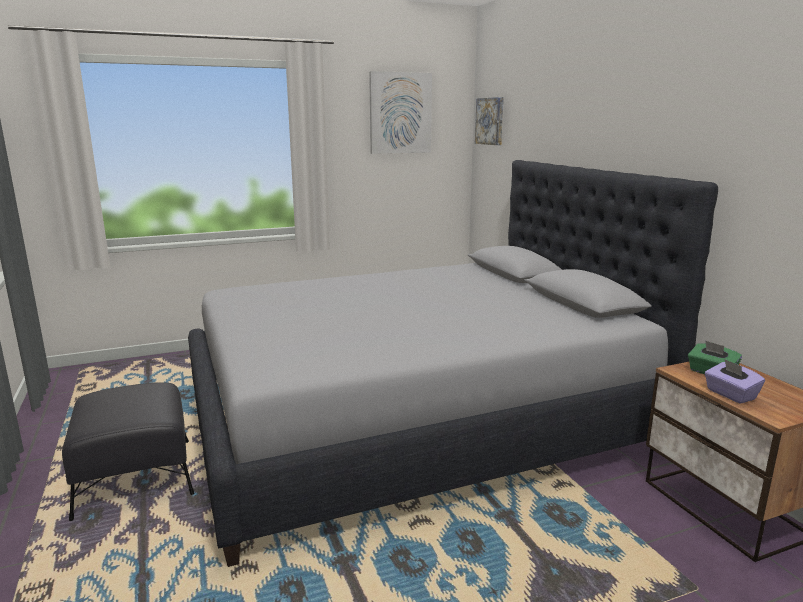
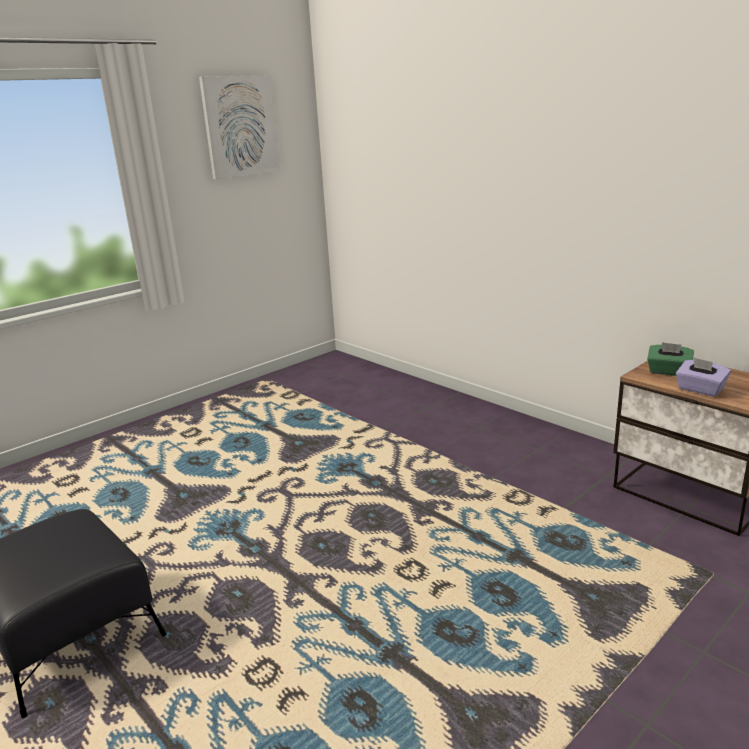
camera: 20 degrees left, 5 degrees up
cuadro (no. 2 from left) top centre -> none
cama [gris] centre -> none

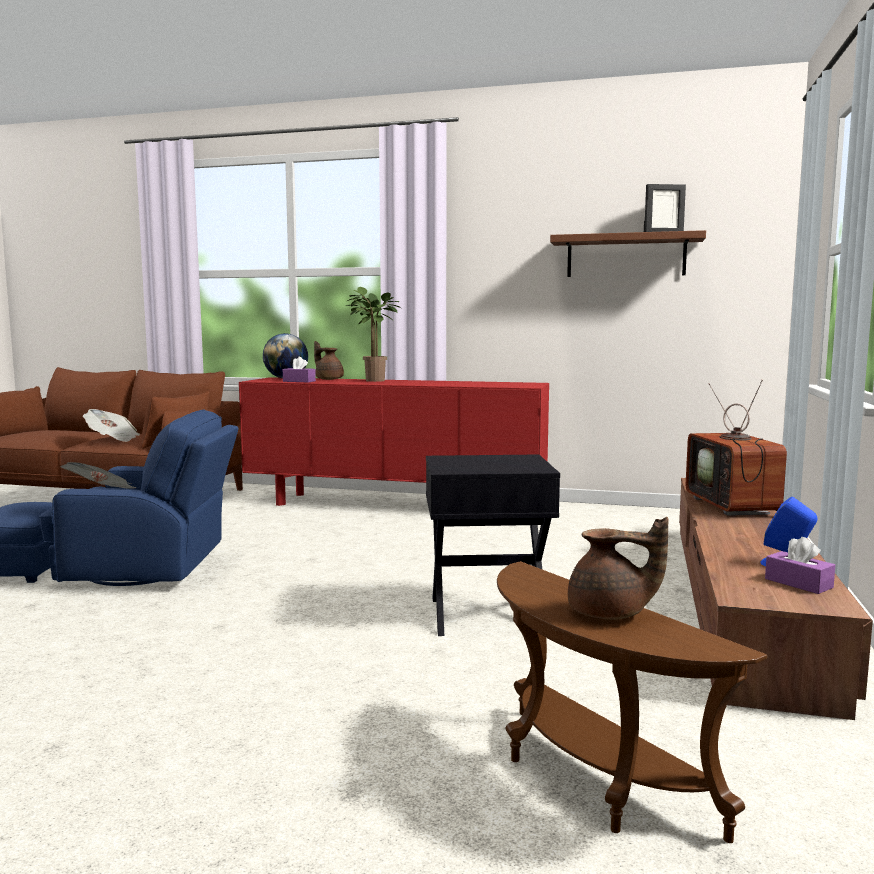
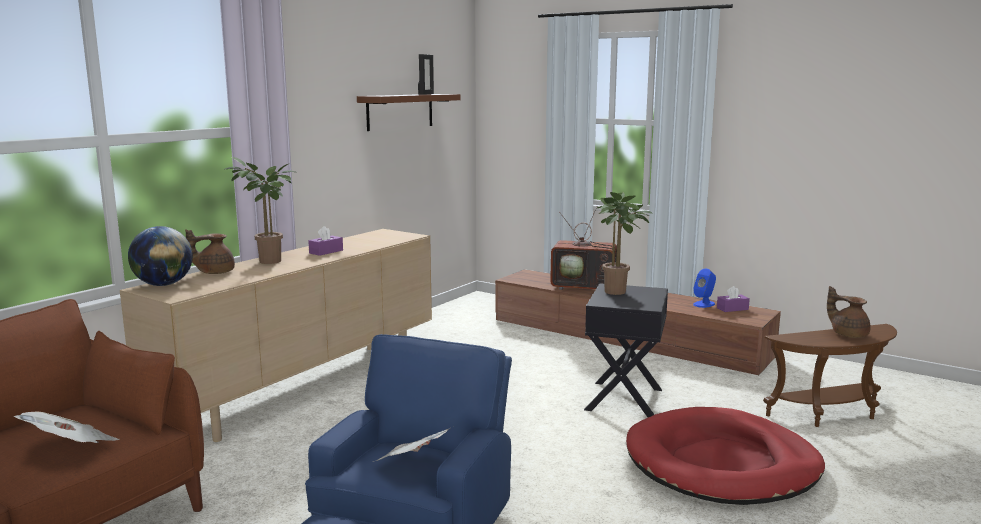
camera: 70 degrees left, 5 degrees up
caja de pañuelos [morado] (no. 1 from left) centre -> caja de pañuelos [morado] (no. 1 from left) middle left, shifted
armario [rojo] centre -> armario [beis] middle left
tetera [marrón] (no. 2 from left) middle right, 75 degrees counterclockwise
none -> planta en maceta (no. 2 from left) centre
none -> cama para perro [rojo] bottom right

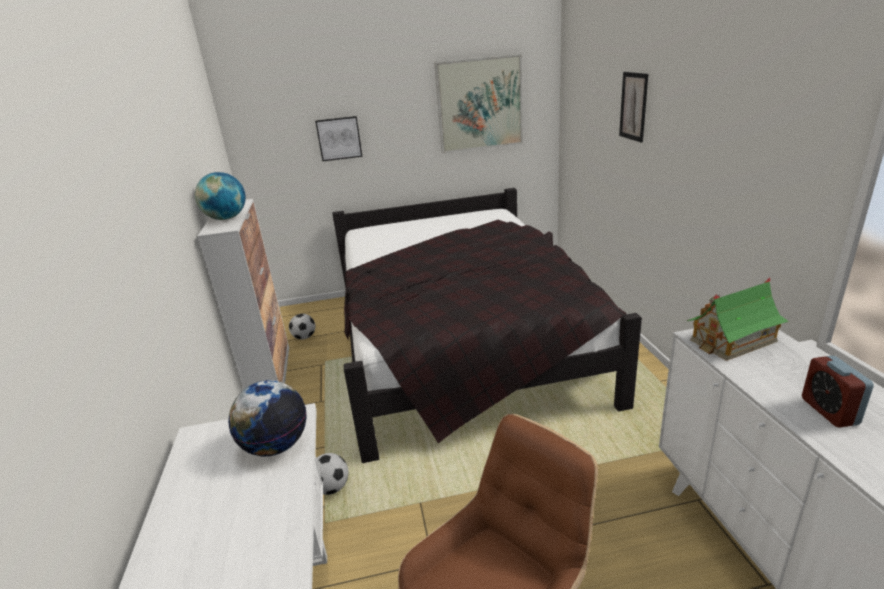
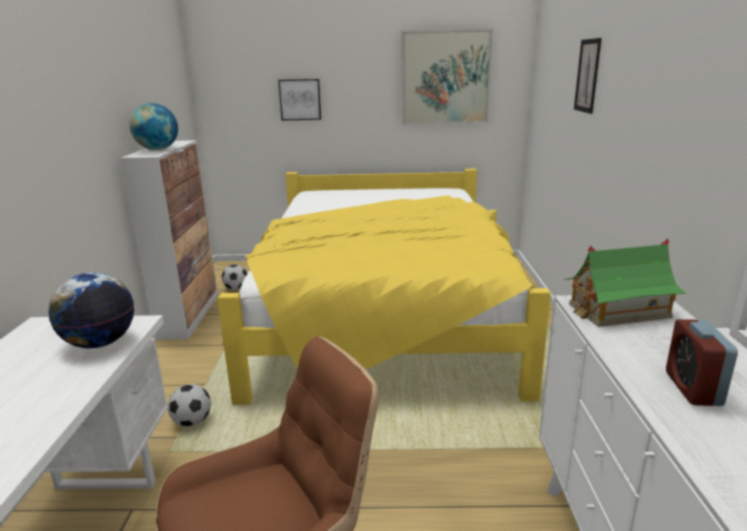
camera: 10 degrees right, 5 degrees down
cama [negro] centre -> cama [amarillo] centre

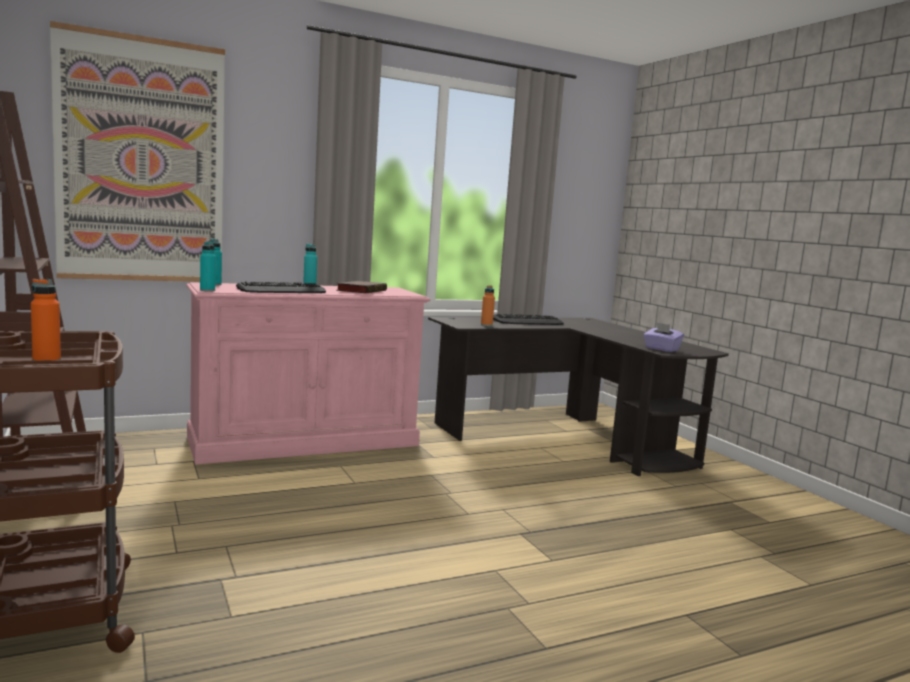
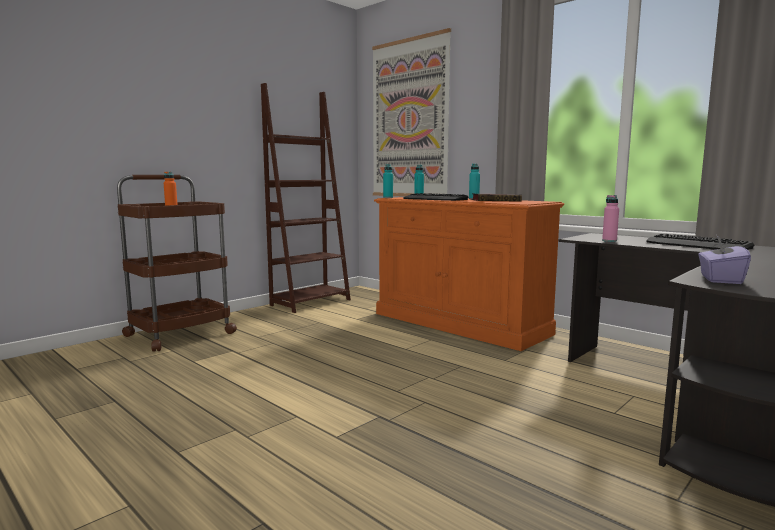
camera: 70 degrees right, 0 degrees up
armario [rosa] centre -> armario [naranja] centre
botella [naranja] (no. 2 from left) centre -> botella [rosa] middle right

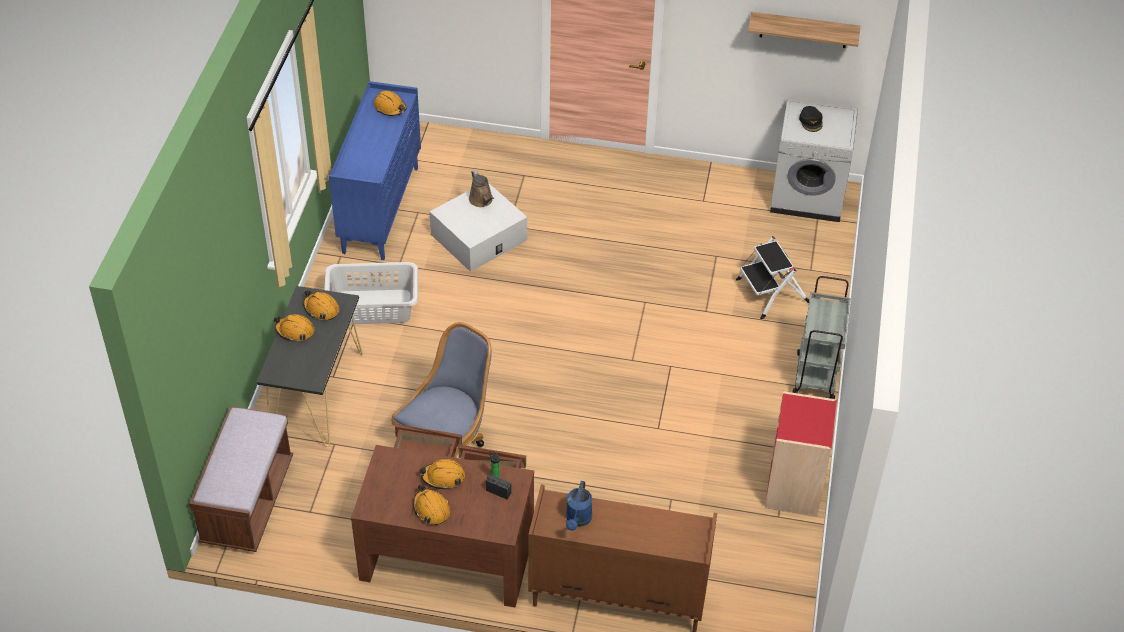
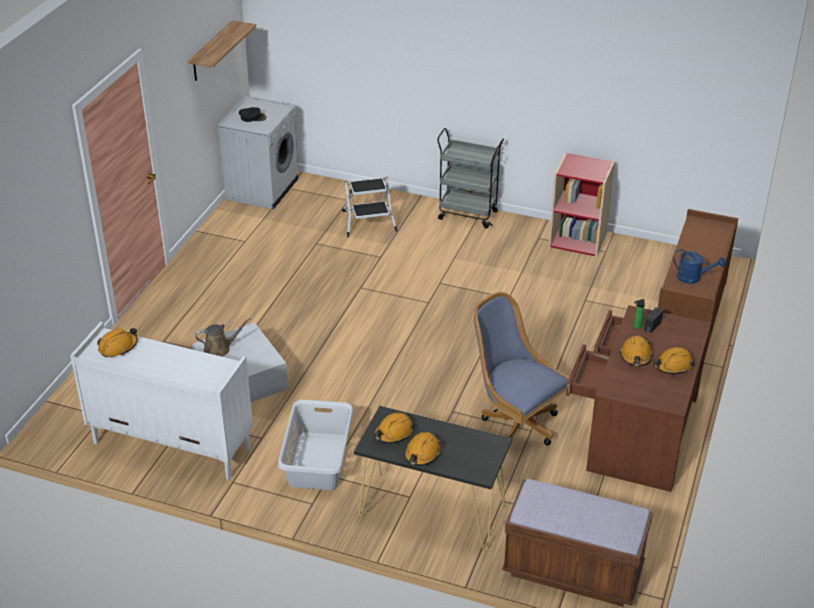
camera: 80 degrees left, 10 degrees down
armario [azul] top centre -> armario [blanco] middle left

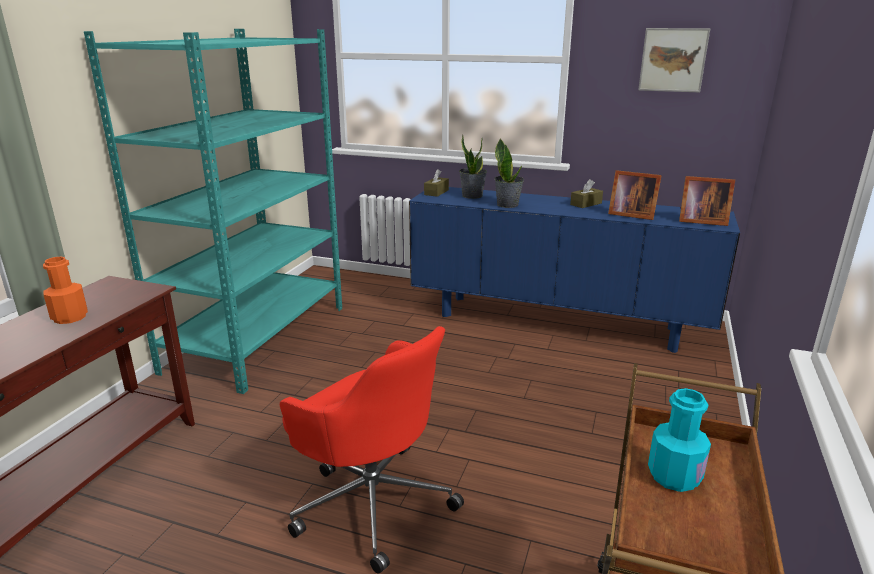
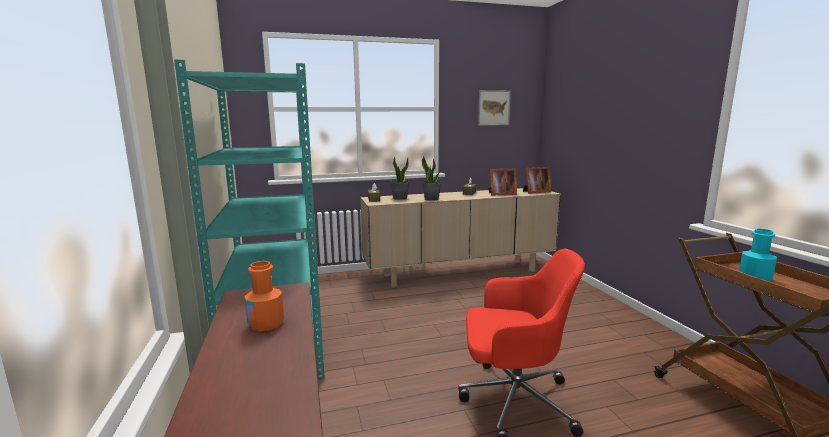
camera: 35 degrees left, 10 degrees down
armario [azul] centre -> armario [beis] centre

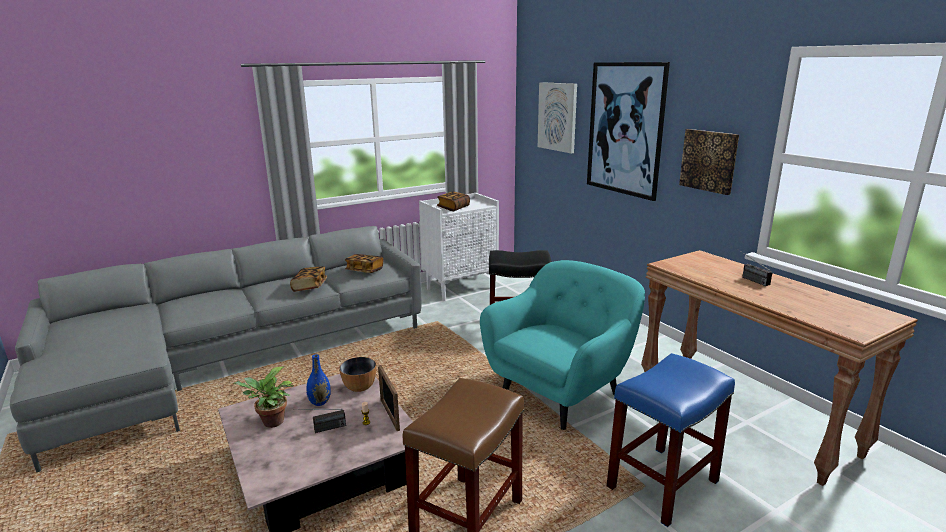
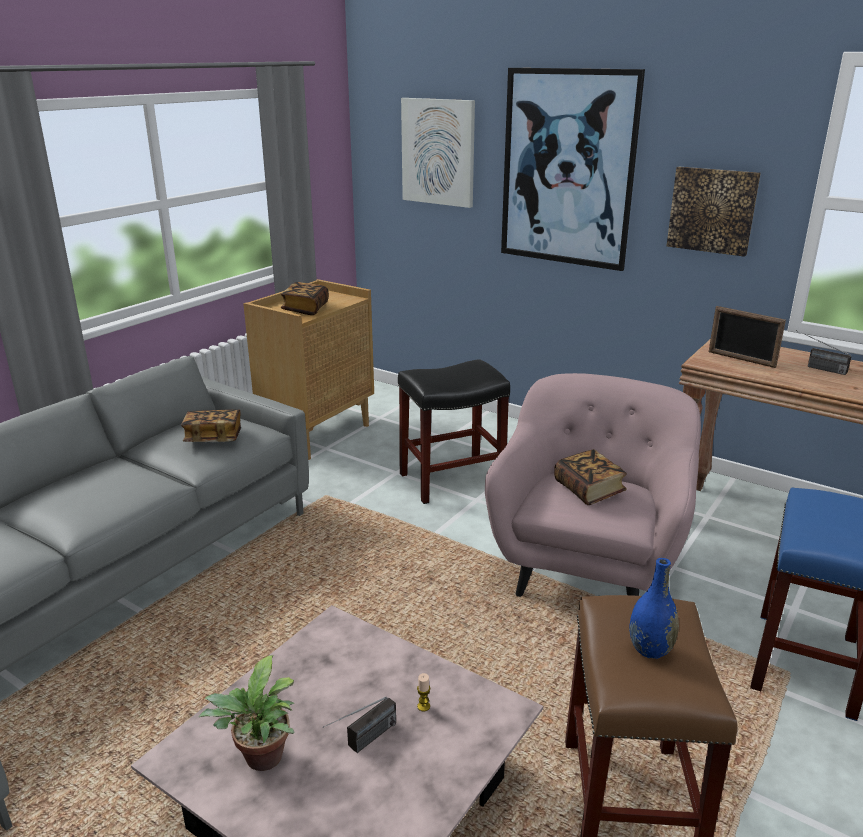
camera: 25 degrees left, 5 degrees up
armario [blanco] centre -> armario [marrón] centre
sillón [turquesa] centre -> sillón [rosa] middle right
libro (no. 1 from left in the first image) middle left -> libro (no. 3 from left) middle right, shifted
florero [azul] bottom centre -> florero [azul] bottom right, shifted
cuenco bottom centre -> none
portarretratos bottom centre -> portarretratos middle right, shifted

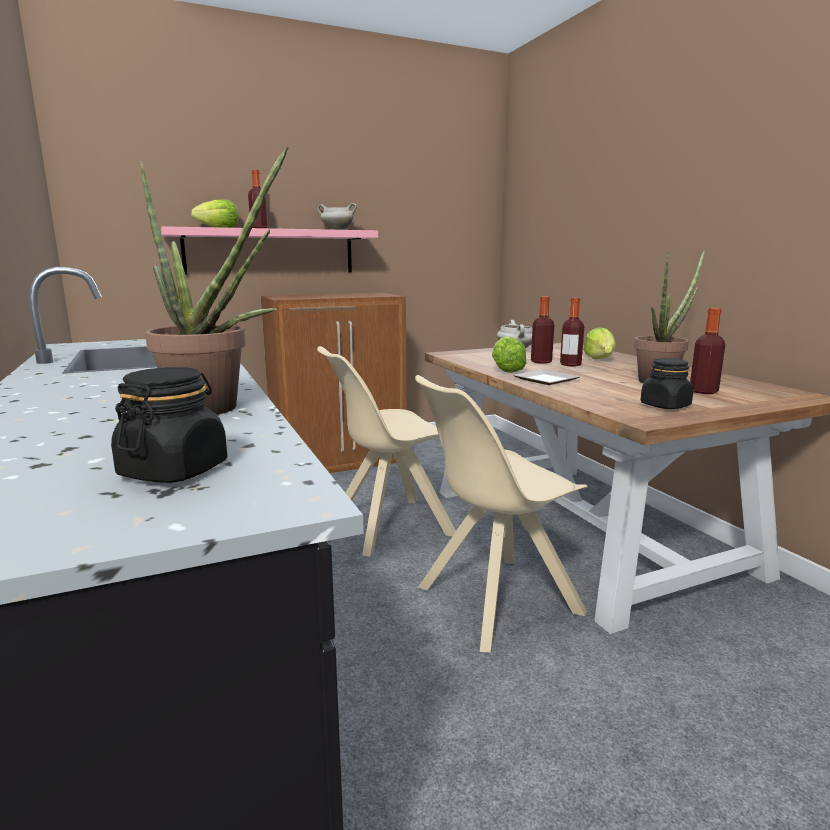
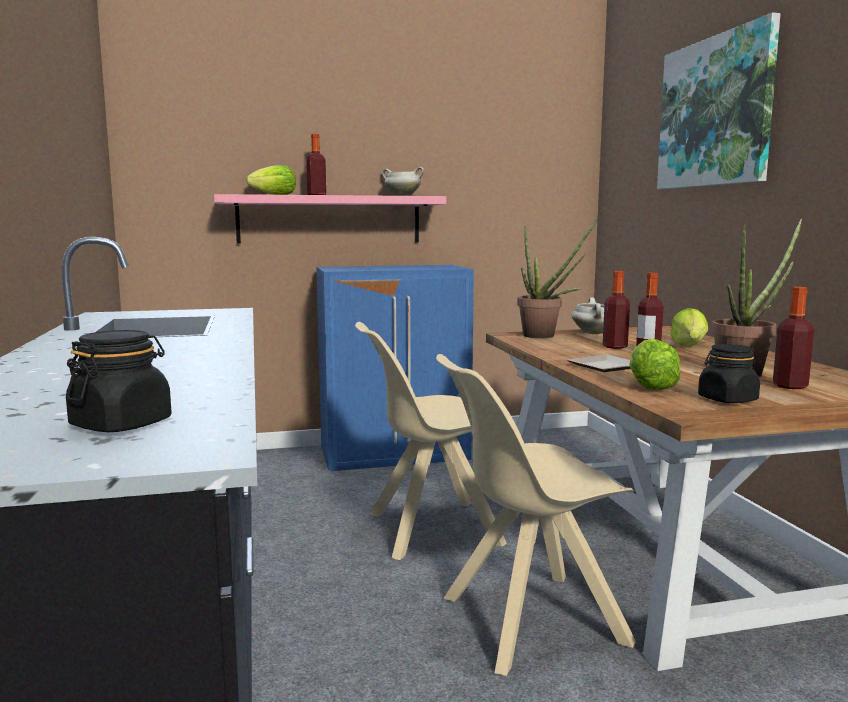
camera: 10 degrees right, 5 degrees down
planta en maceta (no. 1 from left) middle left -> planta en maceta (no. 1 from left) centre, shifted
armario [marrón] centre -> armario [azul] centre
lechuga (no. 2 from left) centre -> lechuga (no. 2 from left) middle right, shifted
none -> cuadro top right

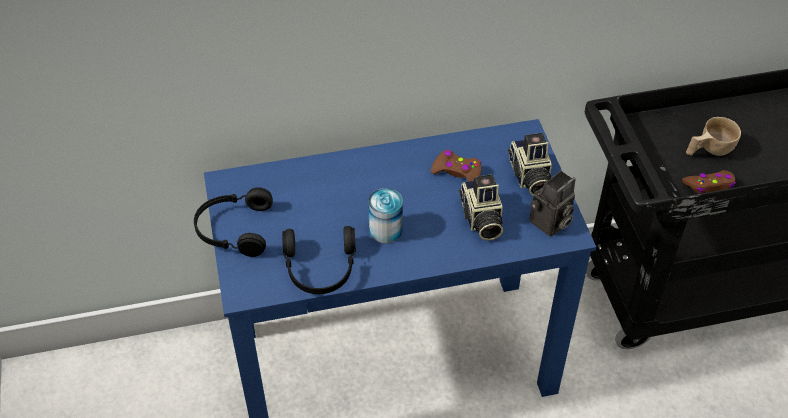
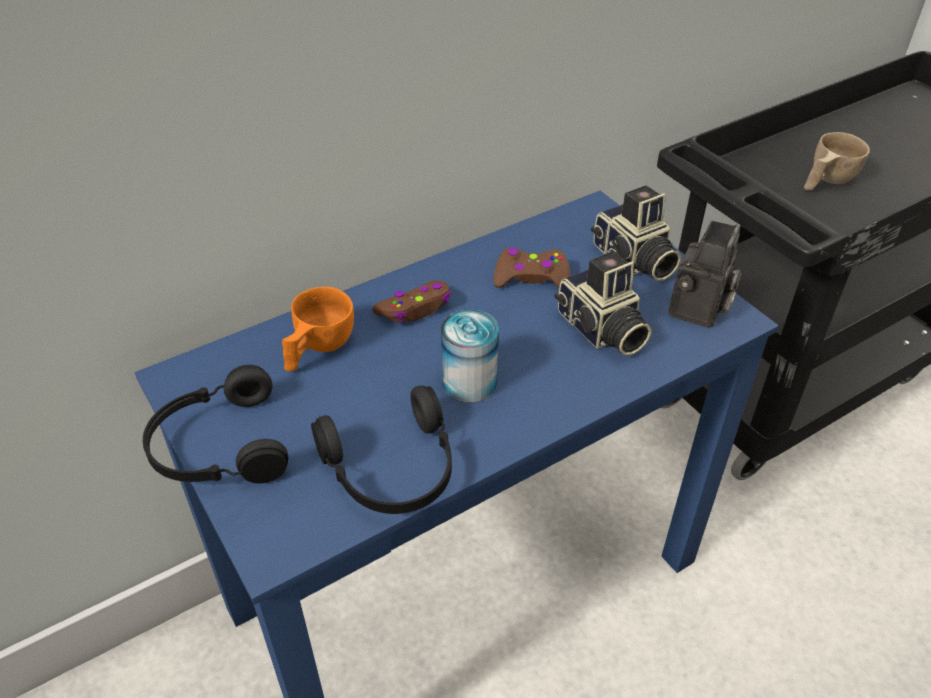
camera: 20 degrees left, 5 degrees down
mando de consola [marrón] (no. 2 from left in the first image) middle right -> mando de consola [marrón] (no. 1 from left) centre, shifted
none -> taza [naranja] centre

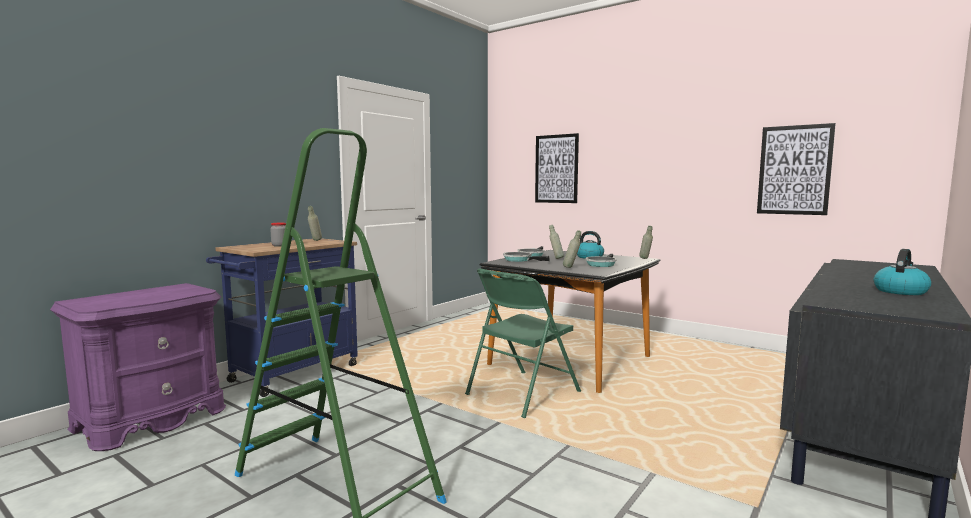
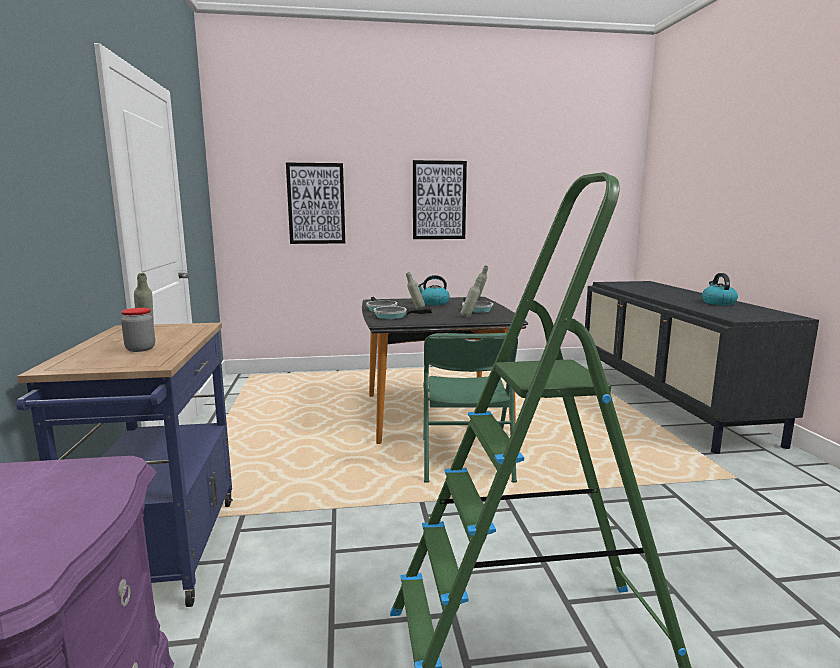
camera: 45 degrees left, 5 degrees up
cuadro (no. 2 from left) top right -> cuadro (no. 2 from left) top centre, shifted

